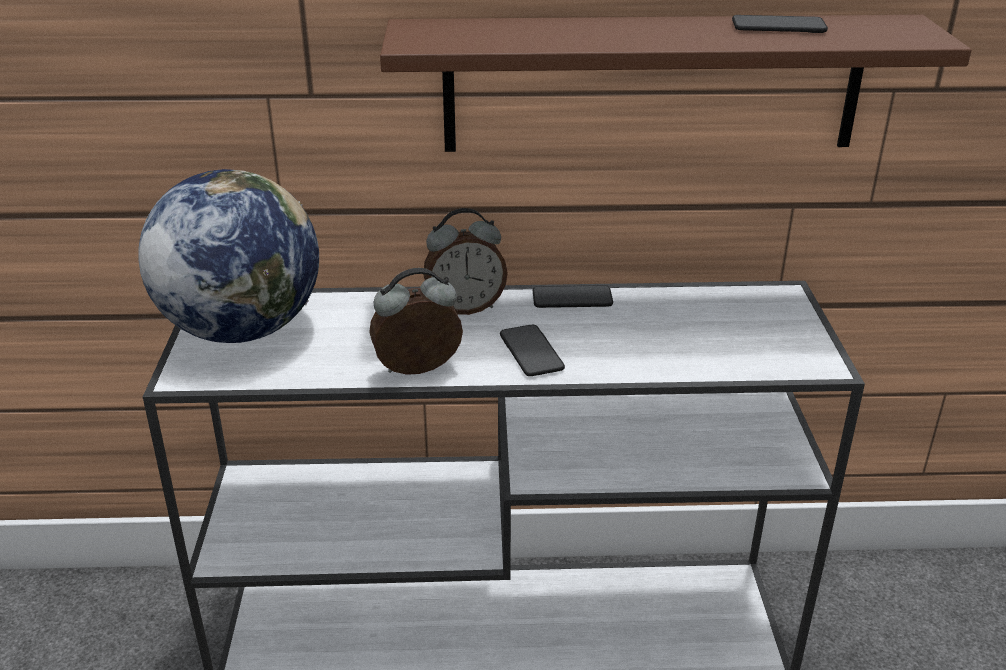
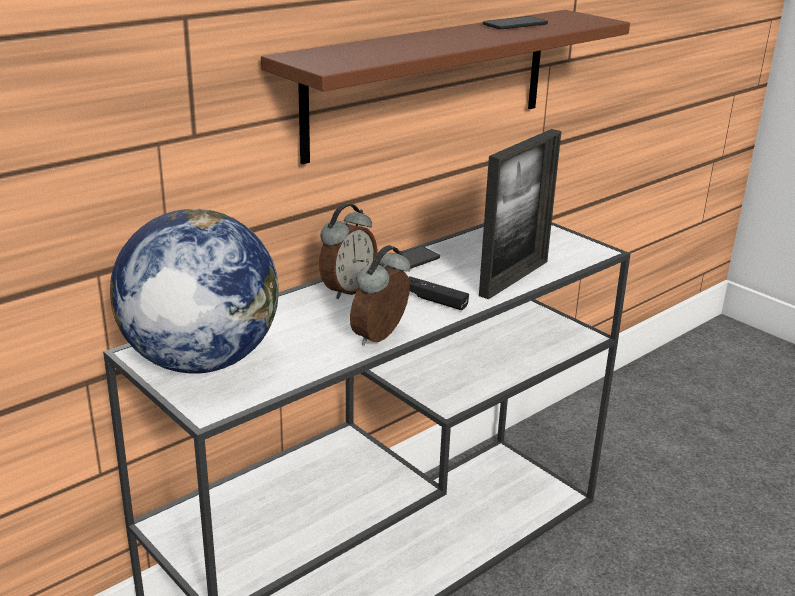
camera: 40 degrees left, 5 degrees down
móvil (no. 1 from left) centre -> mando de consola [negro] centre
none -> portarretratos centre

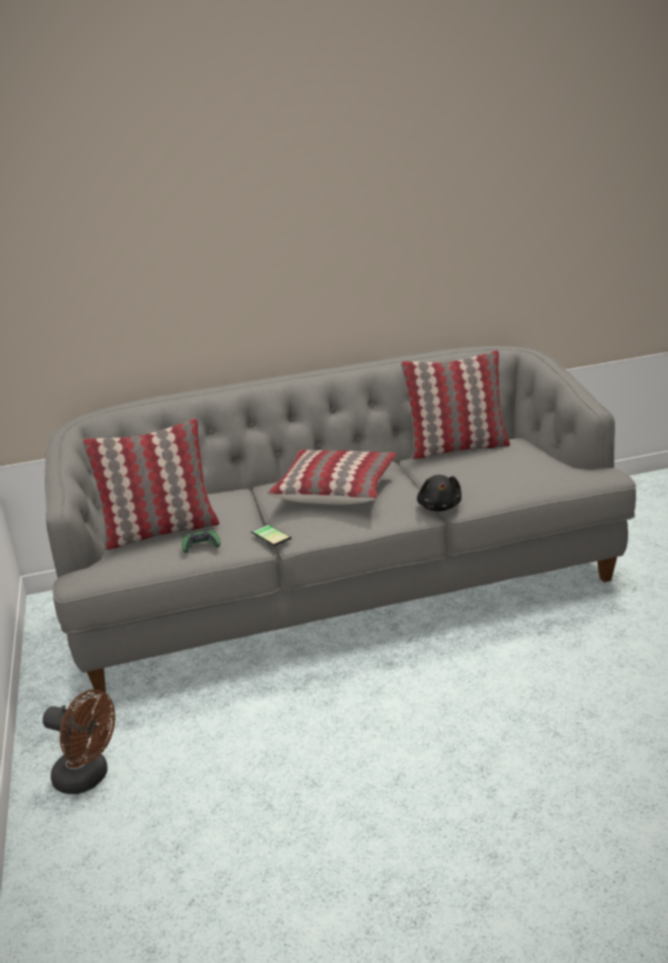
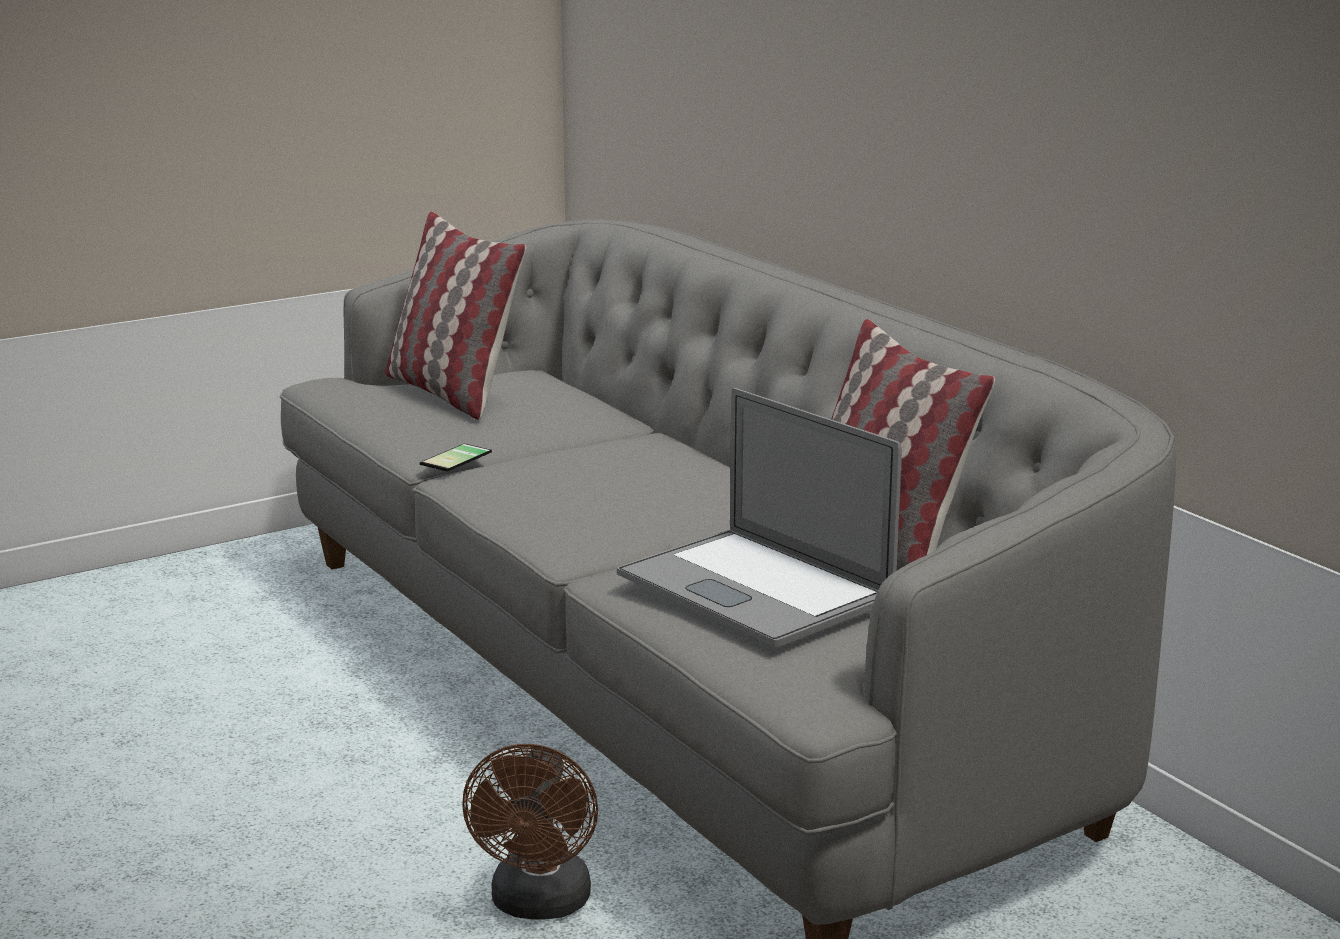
camera: 70 degrees right, 5 degrees down
cojín (no. 2 from left) centre -> none
peluche [negro] centre -> none
mando de consola [verde] middle left -> none
ventilador [marrón] bottom left -> ventilador [marrón] bottom centre, shifted
none -> portátil centre

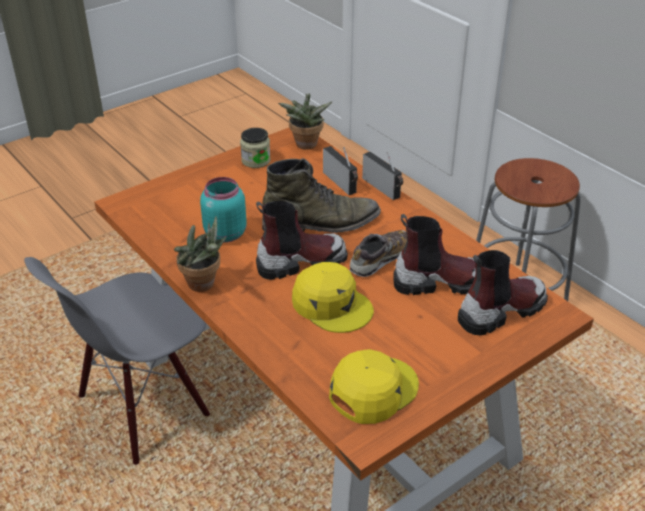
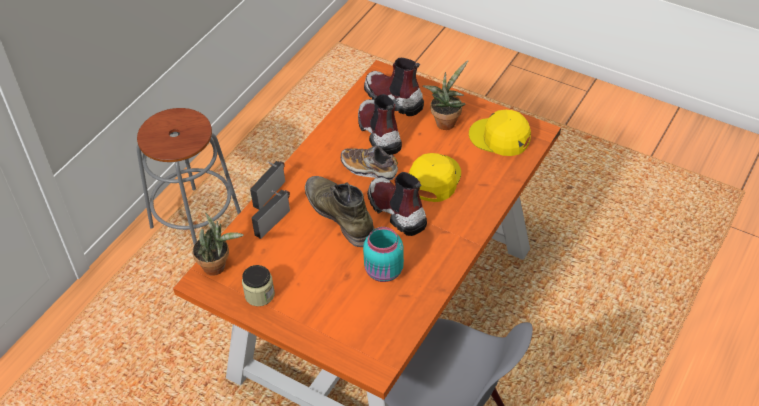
camera: 110 degrees left, 10 degrees up
planta en maceta (no. 1 from left in the first image) middle left -> planta en maceta (no. 2 from left) top centre, shifted

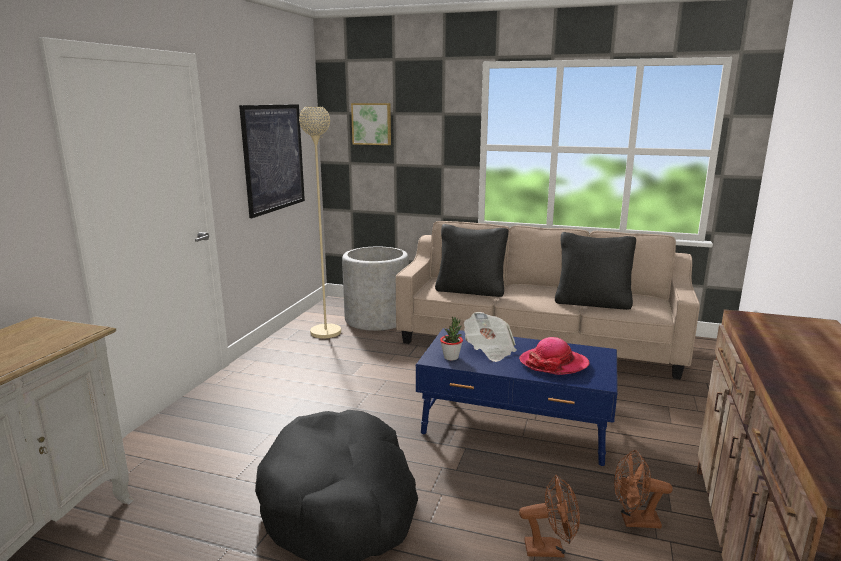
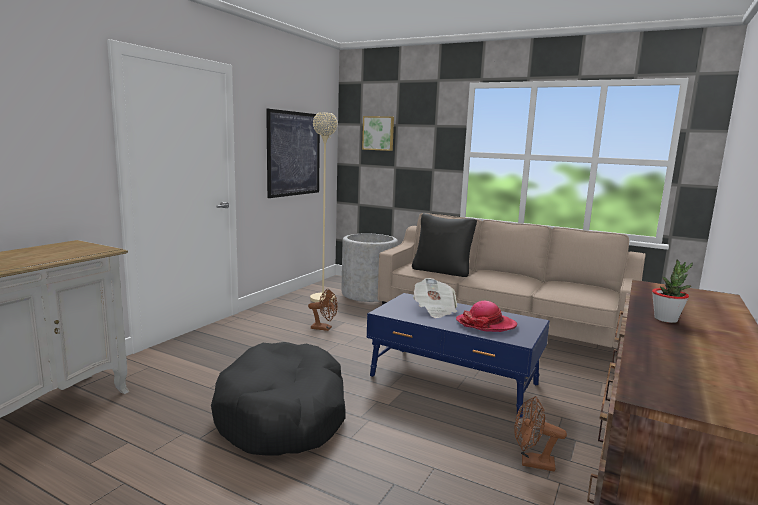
camera: 10 degrees right, 5 degrees down
cojín [negro] (no. 2 from left) middle right -> none
planta en maceta centre -> planta en maceta middle right, shifted
ventilador [marrón] (no. 1 from left) bottom centre -> ventilador [marrón] (no. 1 from left) centre, shifted

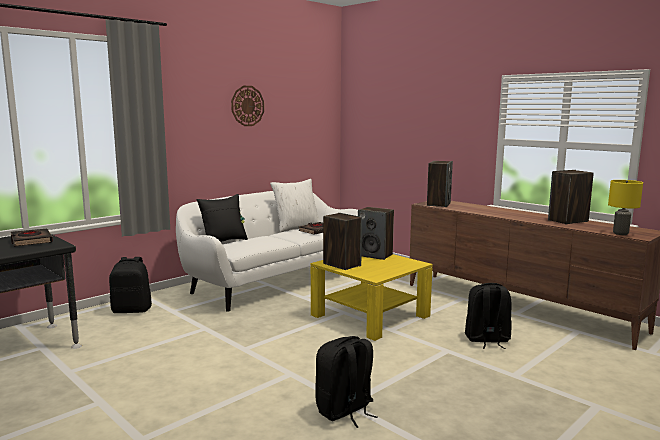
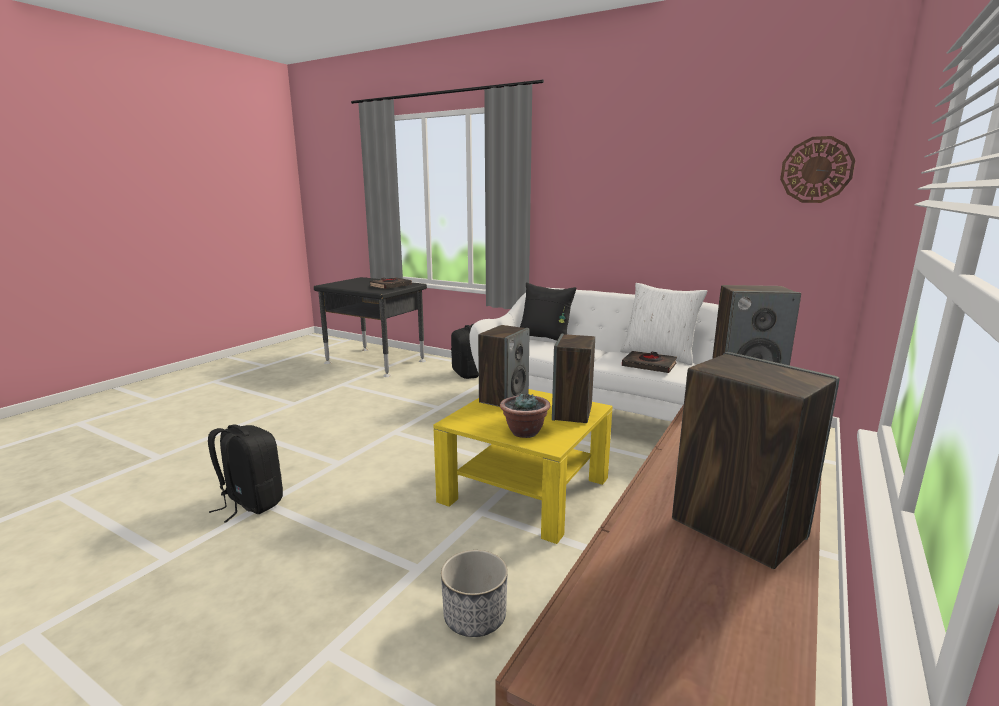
camera: 75 degrees right, 5 degrees up
reloj de pared top centre -> reloj de pared top right, shifted
lámpara de mesa [amarillo] middle right -> none
mochila [negro] (no. 3 from left) bottom right -> maceta bottom centre
none -> planta en maceta centre

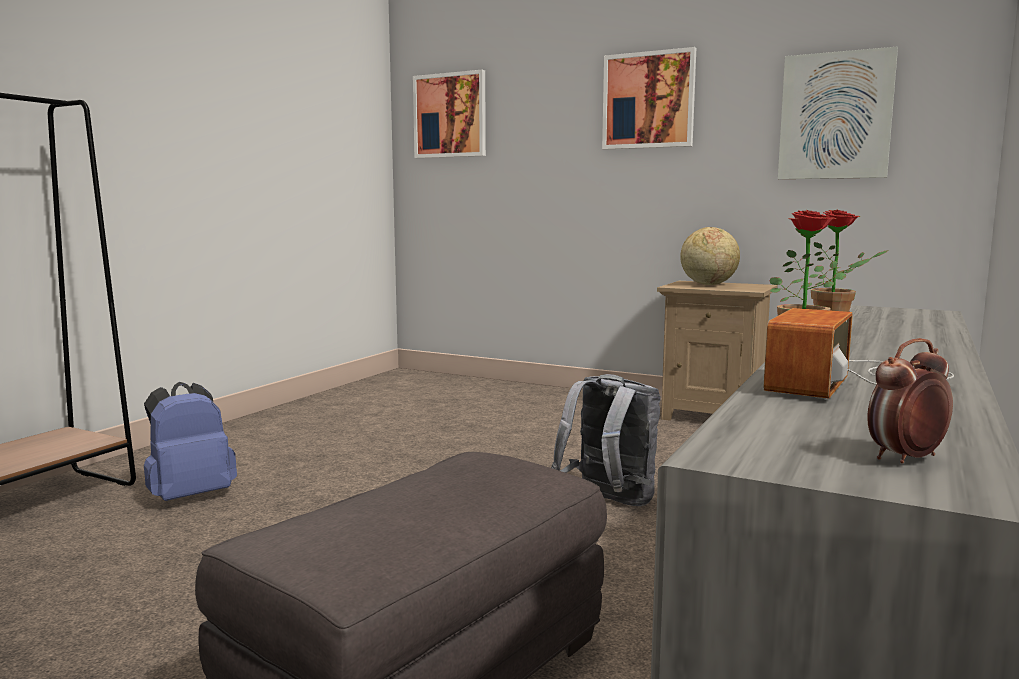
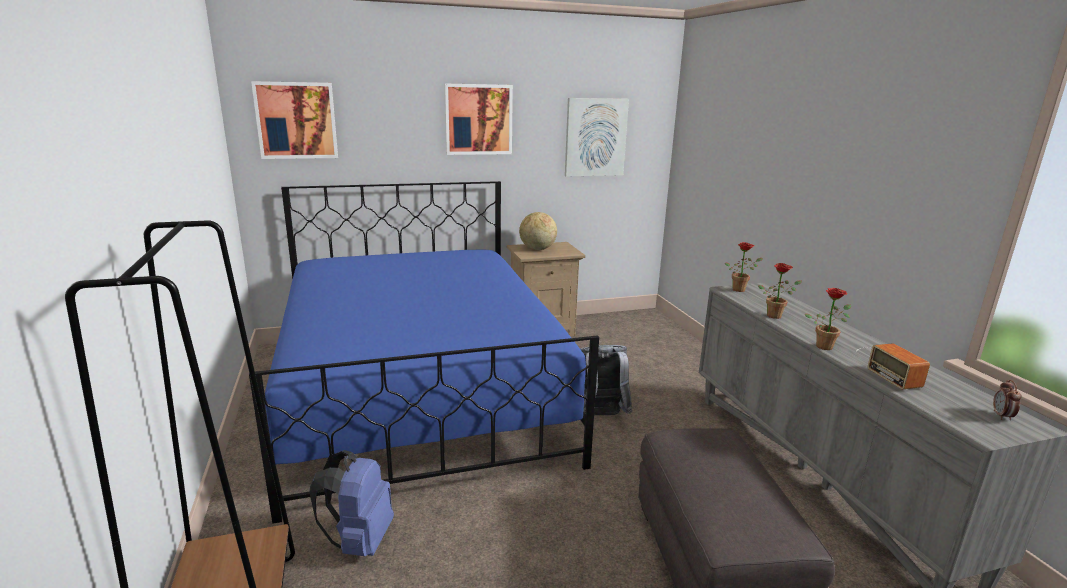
camera: 45 degrees left, 10 degrees up
none -> cama [azul] centre
none -> planta en maceta (no. 1 from left) middle right

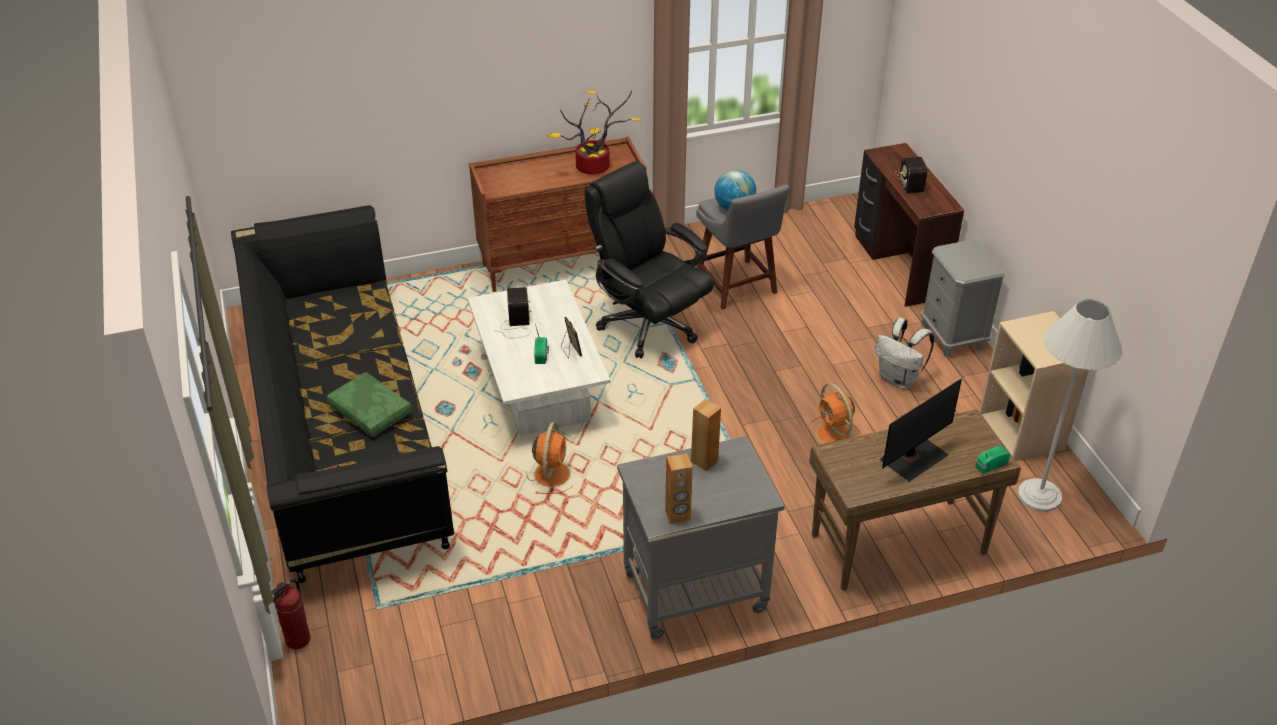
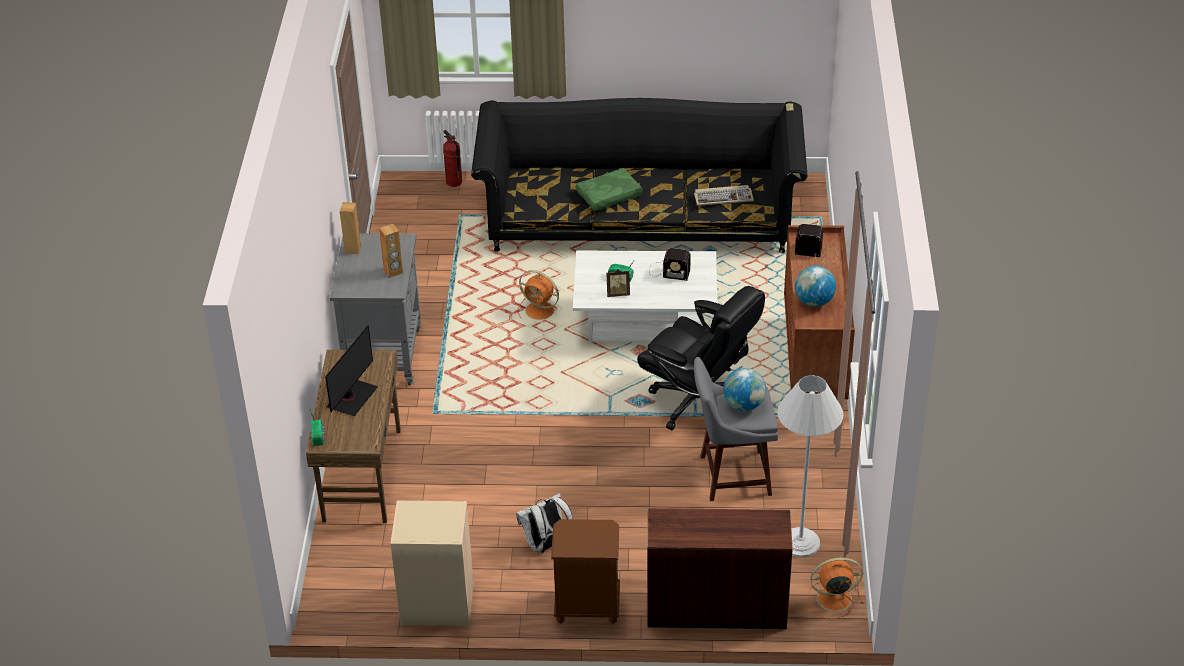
camera: 110 degrees right, 0 degrees up
planta en maceta top centre -> globo terráqueo (no. 2 from left) middle right
radio (no. 3 from left in the first image) top right -> radio (no. 4 from left) middle right, shifted
silla de oficina [negro] centre, 60 degrees clockwise
mesita de noche [gris] middle right -> mesita de noche [marrón] bottom centre
lámpara de pie [blanco] middle right -> lámpara de pie [blanco] bottom right, shifted
monitor middle right -> monitor middle left, 135 degrees counterclockwise
ventilador [naranja] (no. 2 from left) centre -> ventilador [naranja] (no. 2 from left) bottom right, shifted
none -> teclado top centre

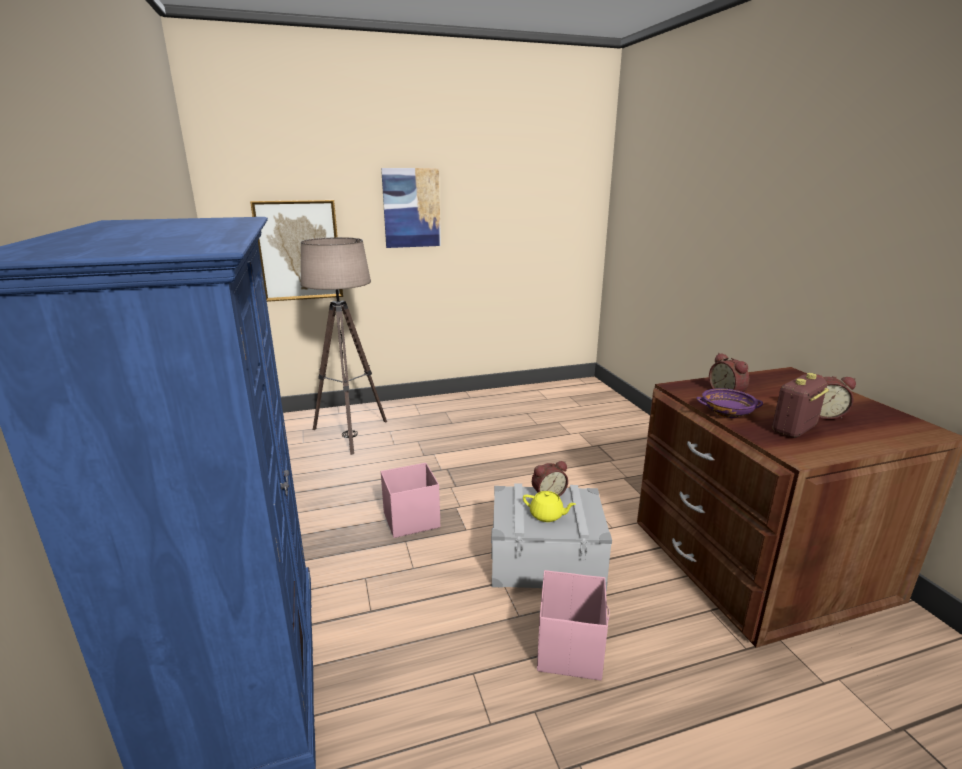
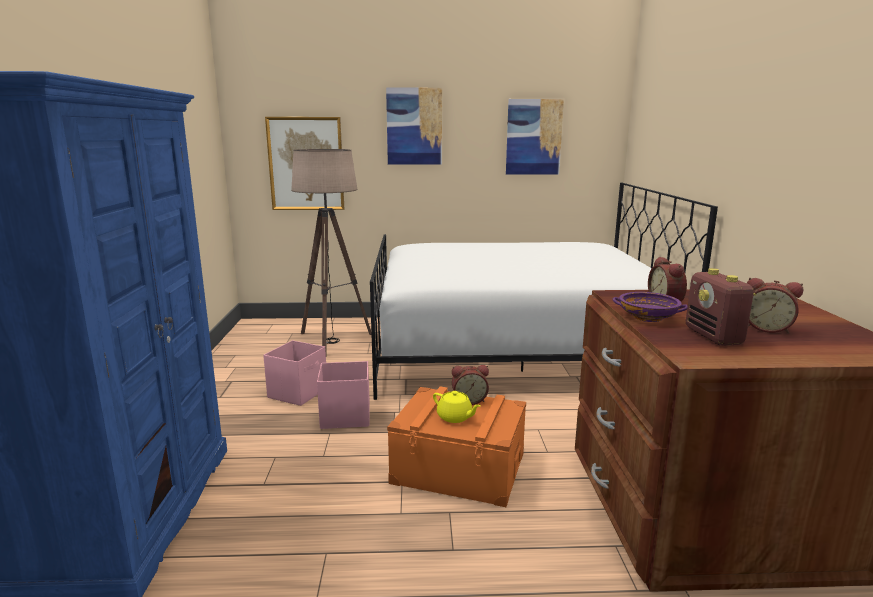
camera: 15 degrees right, 5 degrees down
radio middle right, 75 degrees counterclockwise
caja de almacenaje [gris] bottom centre -> caja de almacenaje [naranja] bottom centre
caja de almacenaje [rosa] (no. 2 from left in the first image) bottom centre -> caja de almacenaje [rosa] (no. 1 from left) centre, shifted
none -> cuadro (no. 3 from left) top centre
none -> cama [blanco] centre

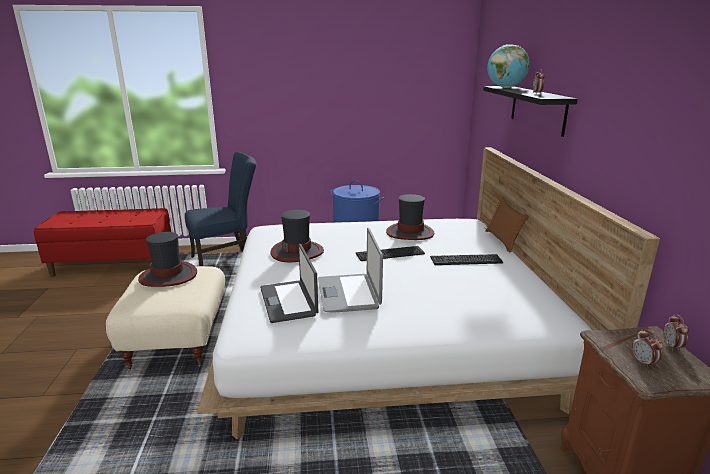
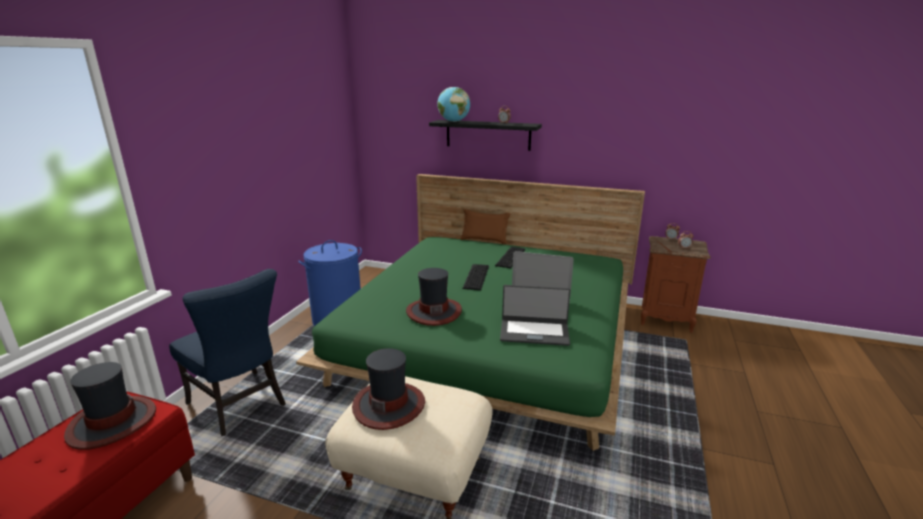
camera: 65 degrees left, 0 degrees up
cama [blanco] centre -> cama [verde] centre
silla [azul] middle left -> silla [azul] bottom left, 135 degrees clockwise
sombrero (no. 3 from left in the first image) centre -> sombrero (no. 1 from left) bottom left, shifted

